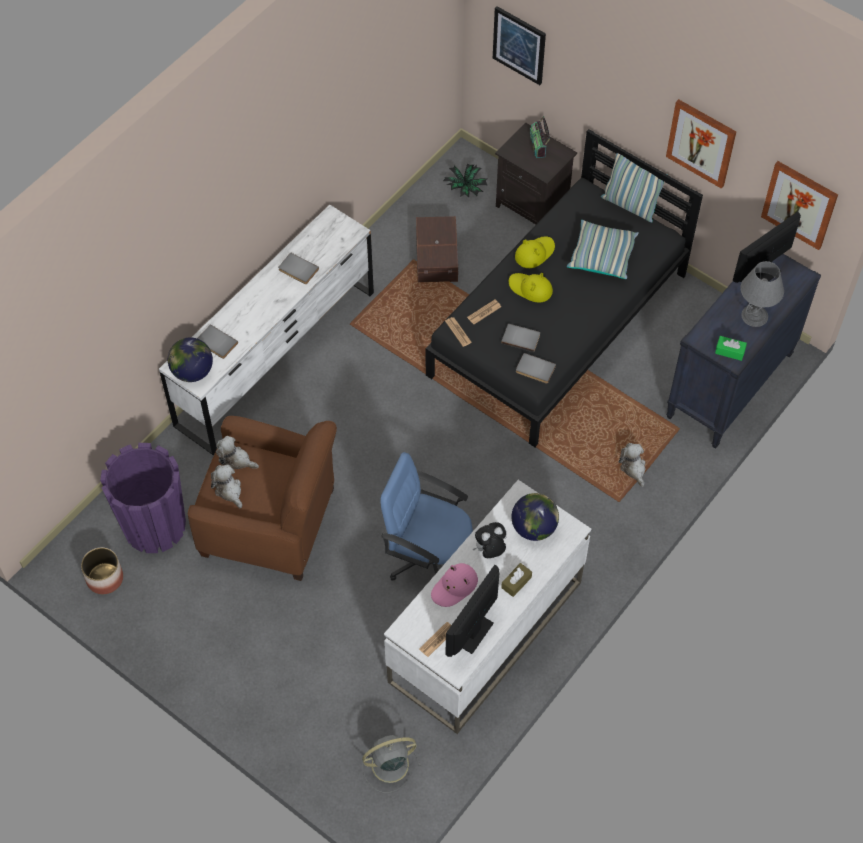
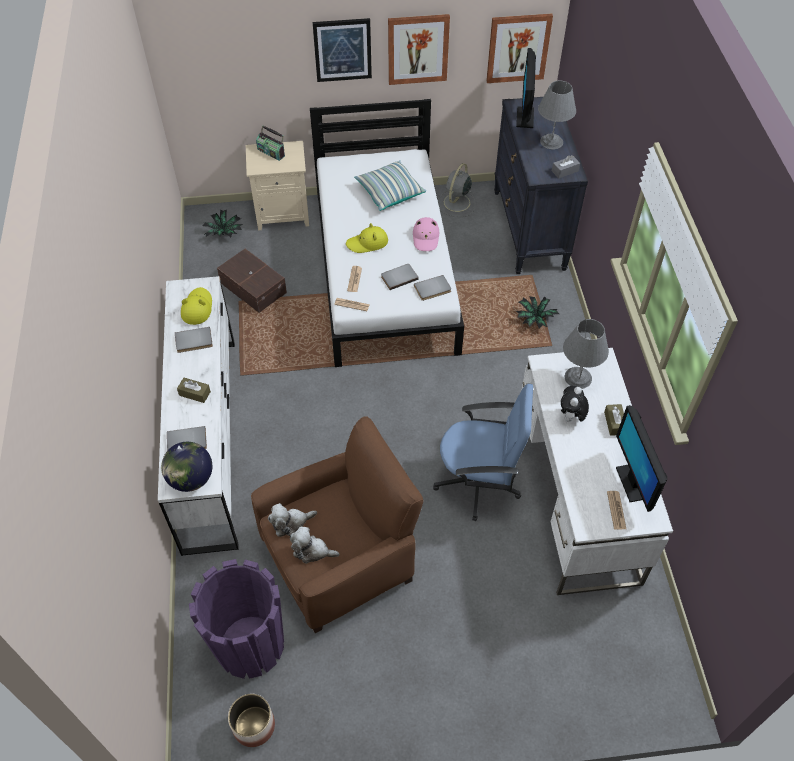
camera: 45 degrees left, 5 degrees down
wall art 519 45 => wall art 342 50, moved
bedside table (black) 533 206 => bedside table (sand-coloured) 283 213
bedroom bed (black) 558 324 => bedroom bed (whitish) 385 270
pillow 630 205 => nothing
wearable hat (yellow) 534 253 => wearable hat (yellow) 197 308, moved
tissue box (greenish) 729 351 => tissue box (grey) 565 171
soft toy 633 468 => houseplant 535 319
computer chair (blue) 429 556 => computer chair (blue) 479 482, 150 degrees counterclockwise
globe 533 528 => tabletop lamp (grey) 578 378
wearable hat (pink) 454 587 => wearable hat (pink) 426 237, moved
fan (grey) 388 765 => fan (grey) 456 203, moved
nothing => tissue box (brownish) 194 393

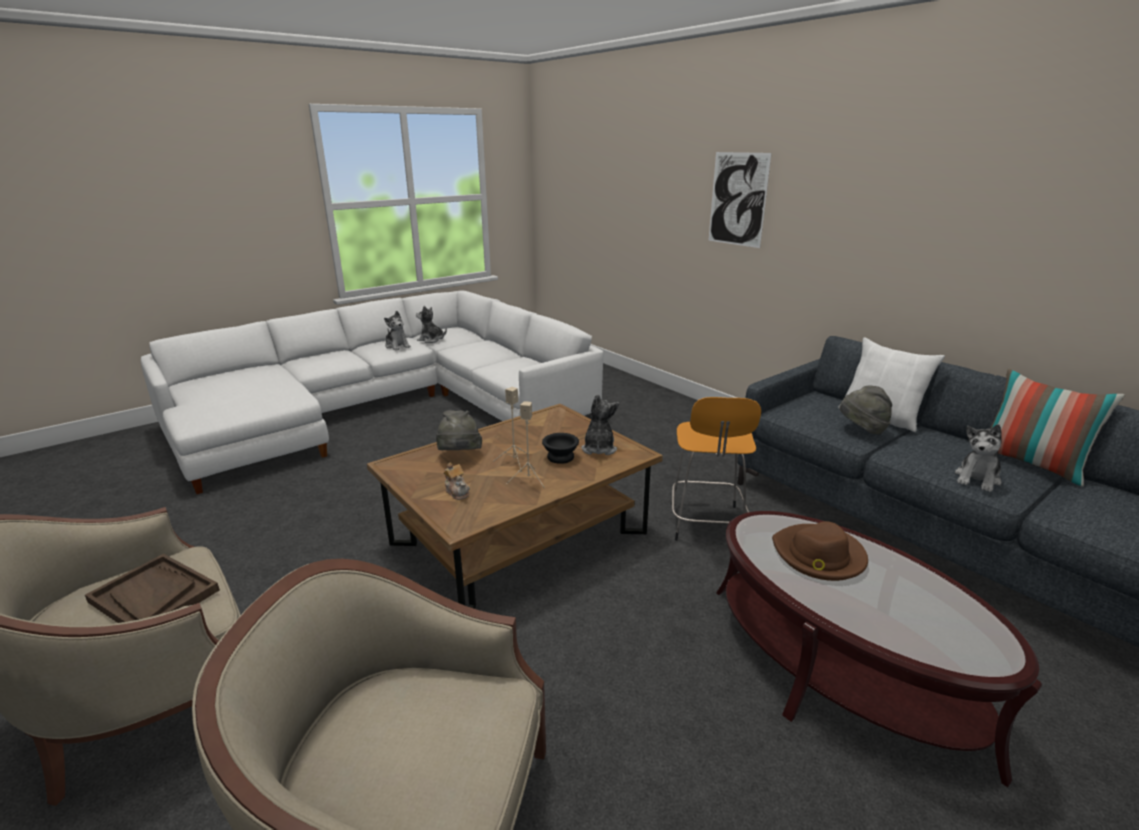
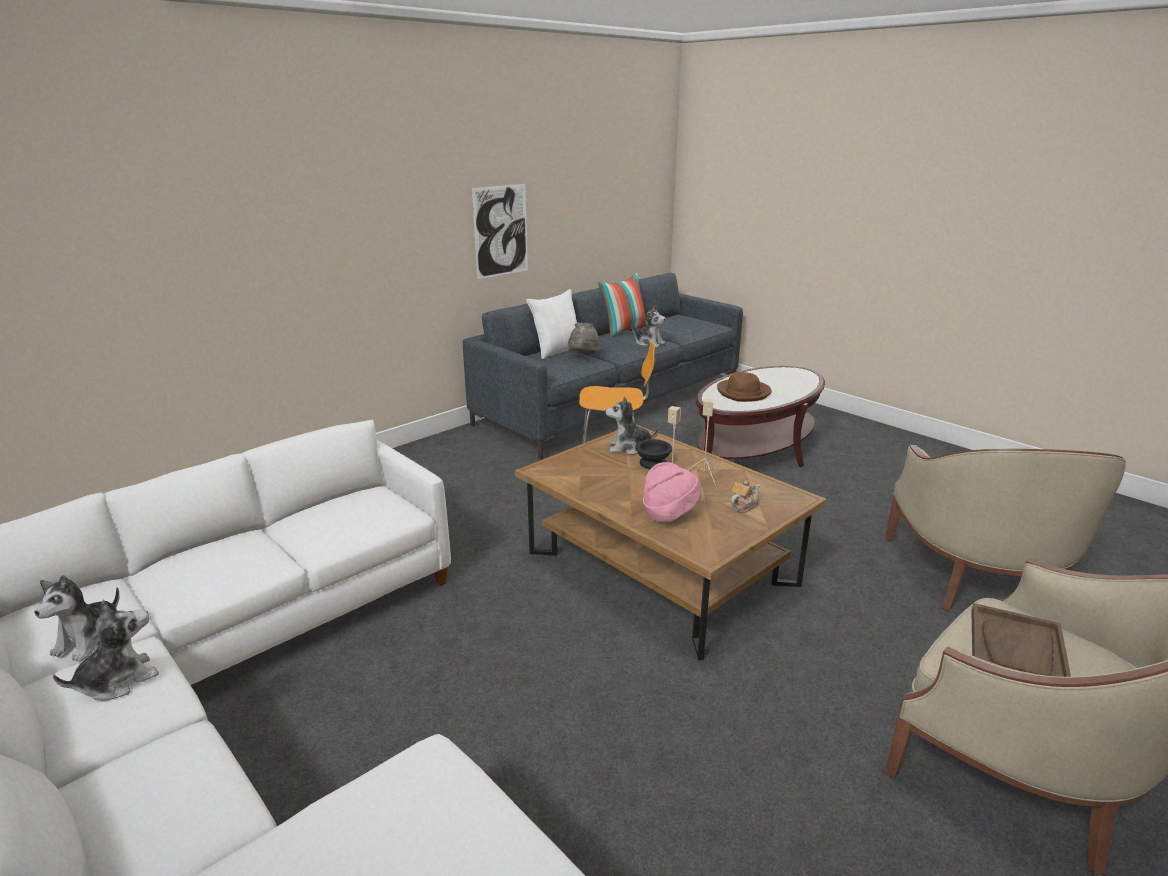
camera: 95 degrees left, 0 degrees up
wall art 738 199 => wall art 501 231, moved
wearable hat (grey) 459 456 => wearable hat (pink) 670 515

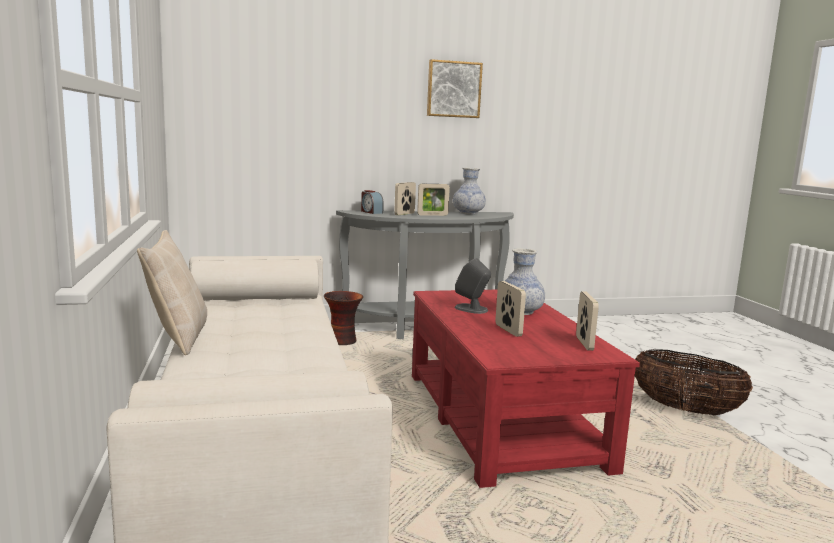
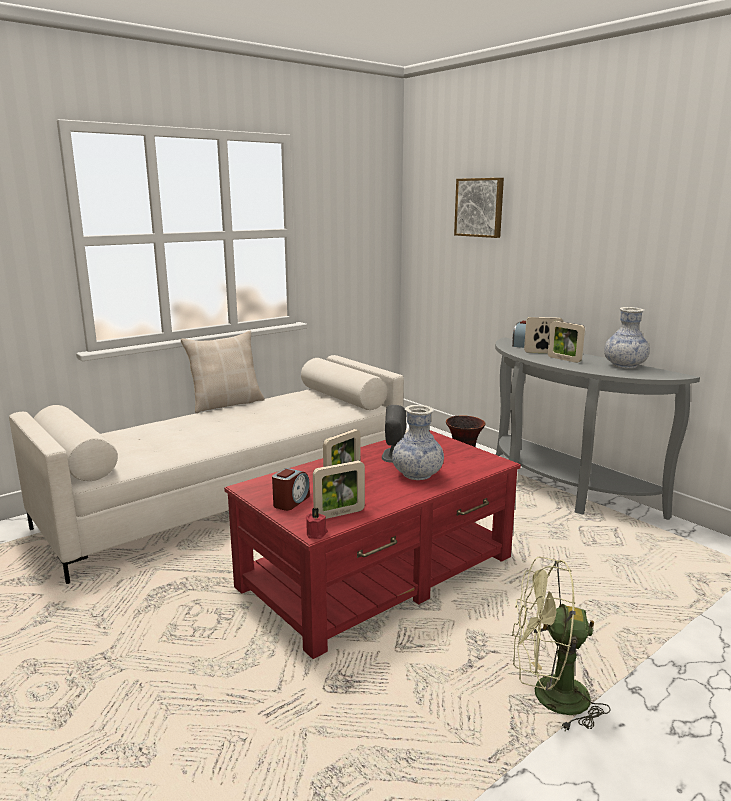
camera: 65 degrees right, 5 degrees up
wall art 453 89 => wall art 480 207, moved
household basket 685 410 => fan (greenish) 548 697
nothing => bedside clock 291 501
nothing => candle (red-coloured) 317 534

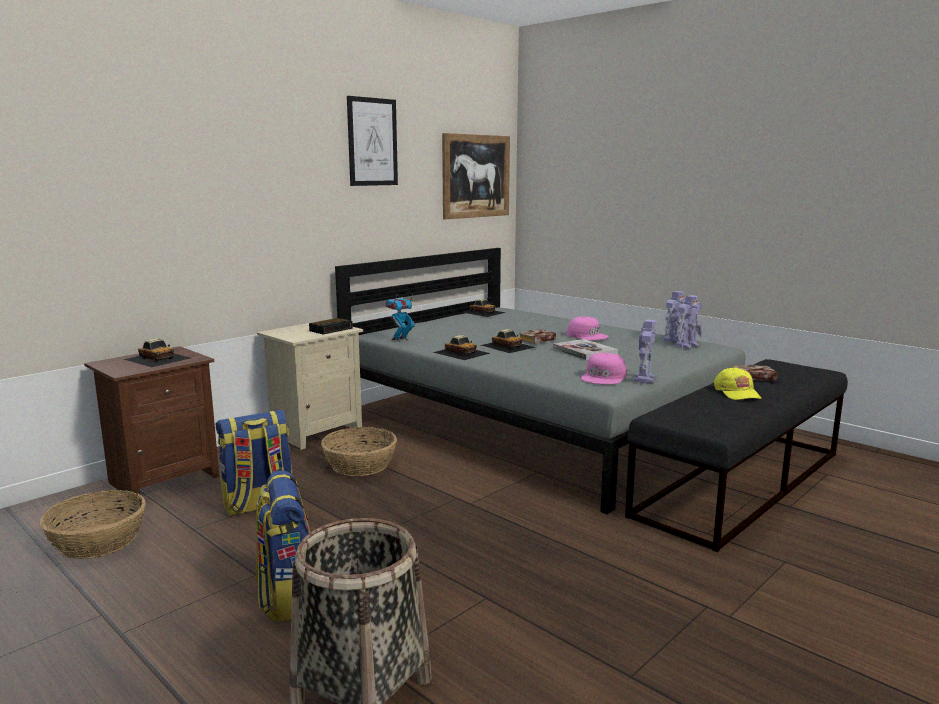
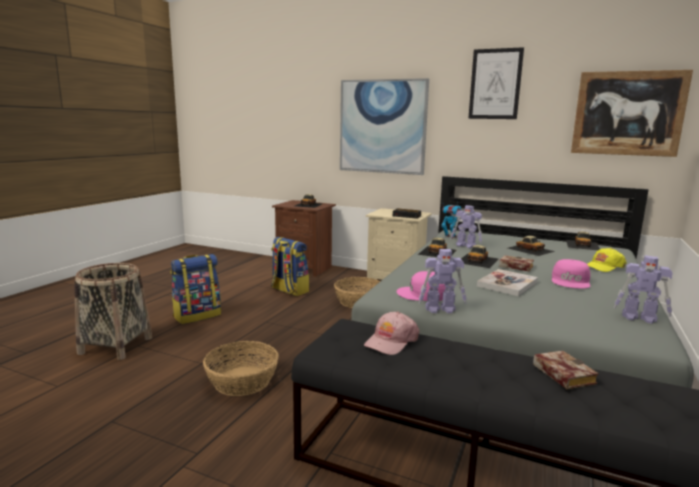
camera: 70 degrees right, 0 degrees up
toy robot 687 345 => toy robot 466 246, moved
peaked cap (yellow) 737 393 => peaked cap (yellow) 603 266, moved
household basket 98 540 => household basket 243 381, moved
nothing => wall art 382 127
nothing => miniature car 530 249
nothing => peaked cap (pink) 391 341

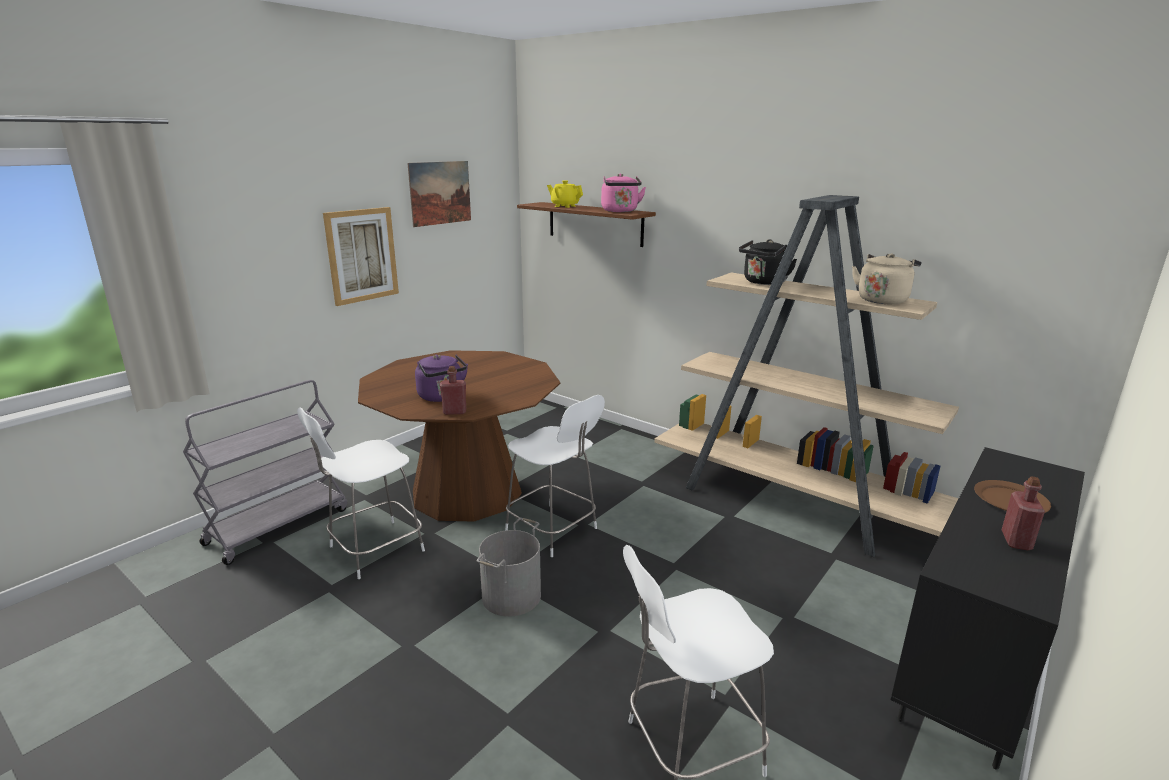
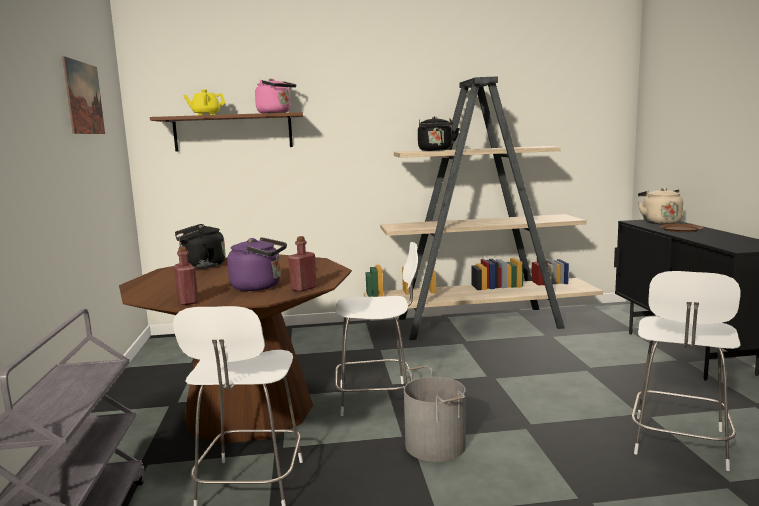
camera: 45 degrees left, 10 degrees down
wall art 362 255 => nothing
kettle (sand-coloured) 882 300 => kettle (sand-coloured) 659 222, moved
drink bottle (red-coloured) 1016 541 => drink bottle (red-coloured) 187 301, moved
nothing => kettle (black) 200 266

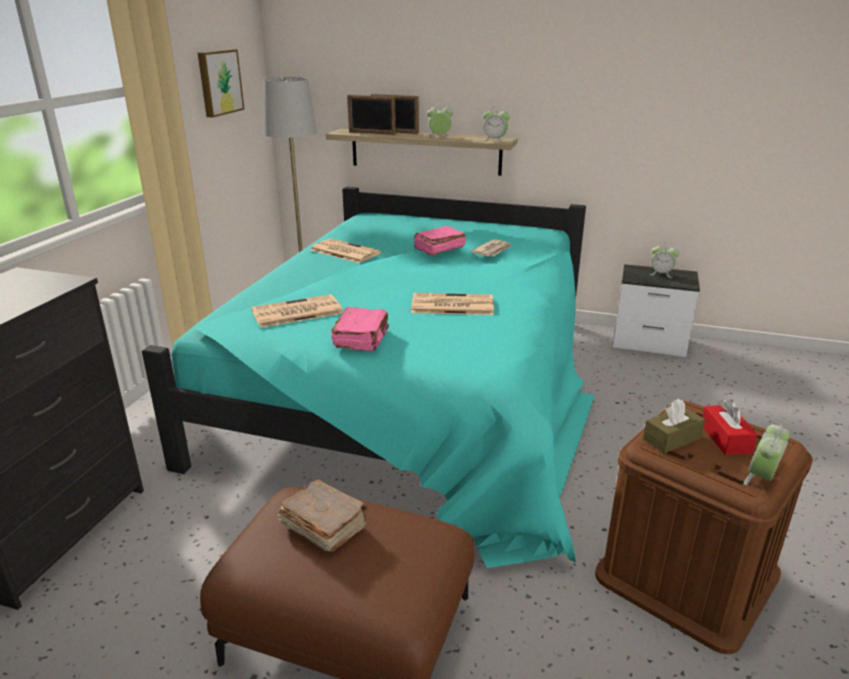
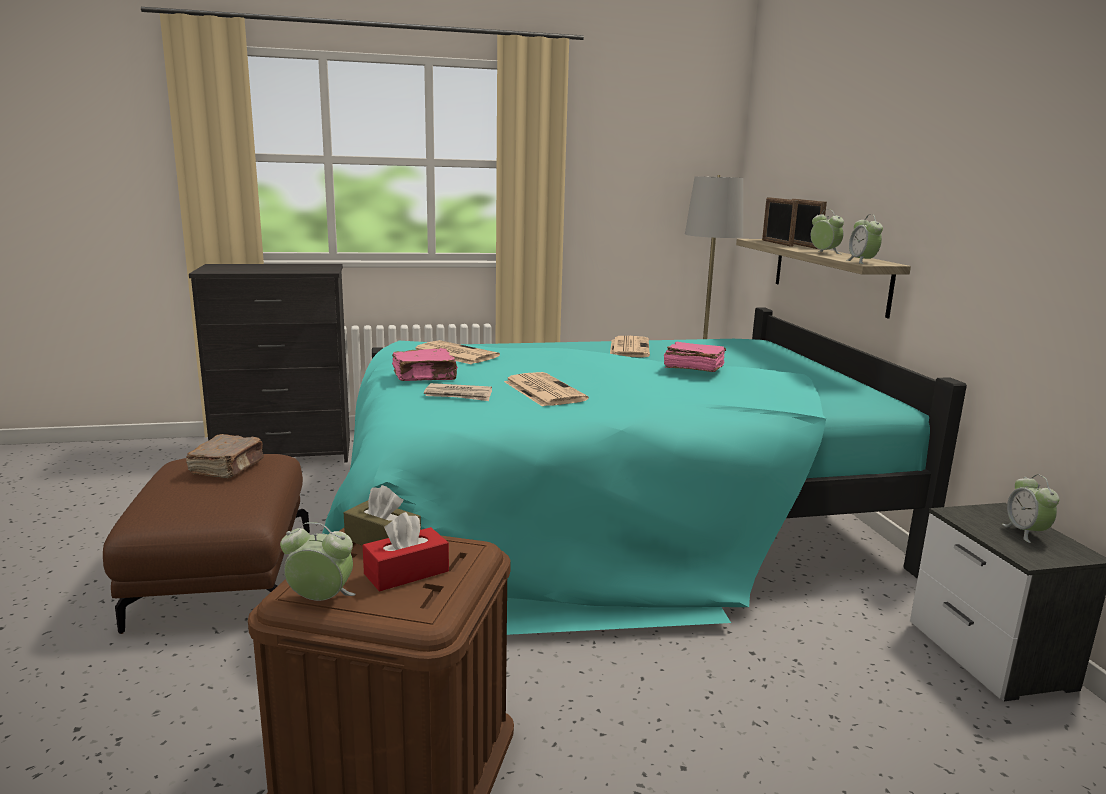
camera: 60 degrees right, 10 degrees down
wall art 219 82 => nothing
newspaper 492 250 => newspaper 459 395, moved

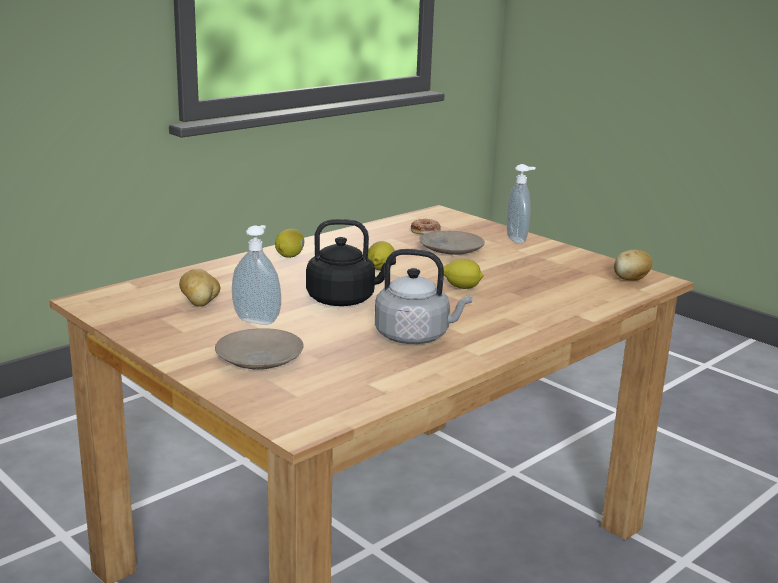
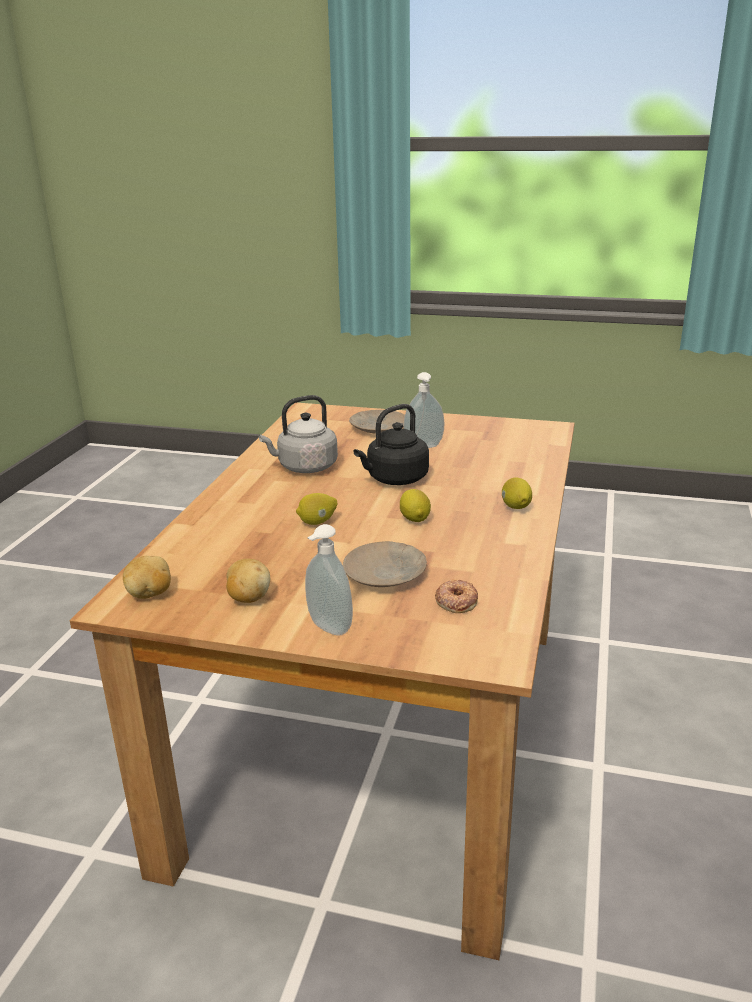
camera: 150 degrees right, 5 degrees up
spud 200 304 => spud 248 598, moved

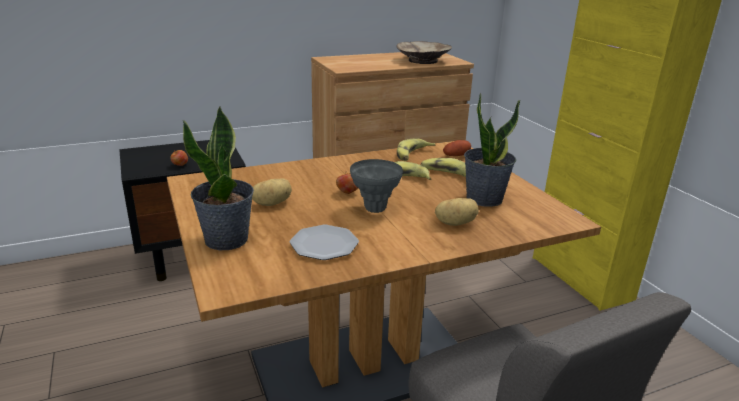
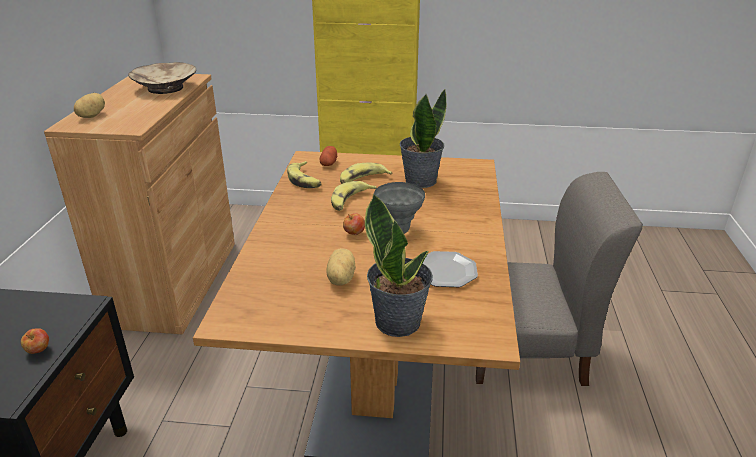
camera: 60 degrees left, 5 degrees up
spud 455 223 => spud 91 116, moved

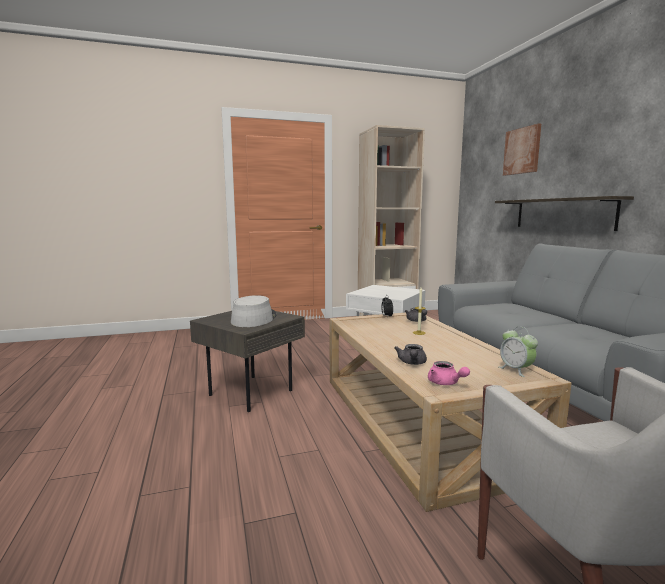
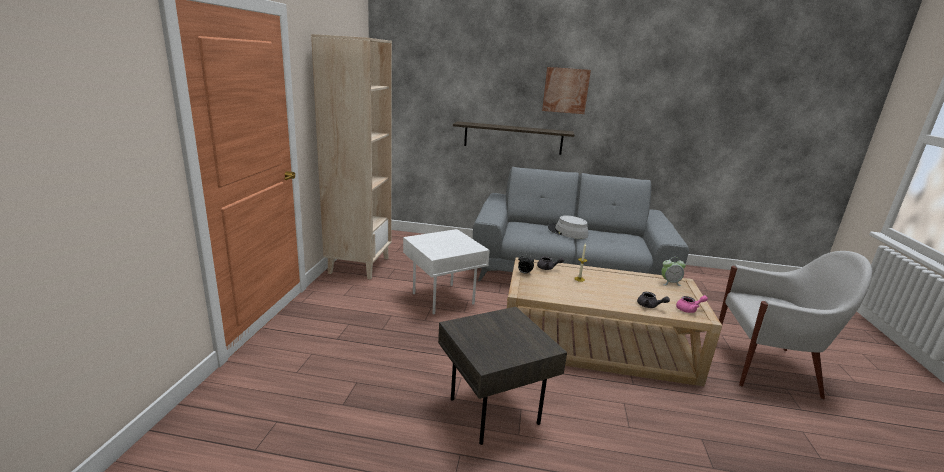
camera: 65 degrees left, 10 degrees up
wall art 522 151 => wall art 565 90, moved
wearable hat (grey) 254 319 => wearable hat (grey) 567 232, moved

